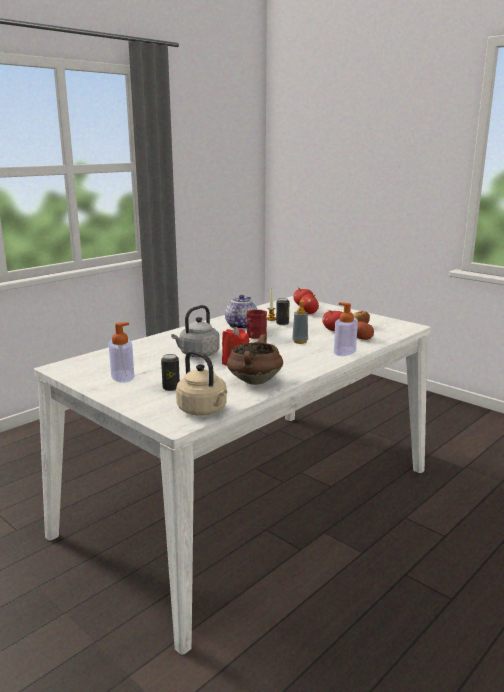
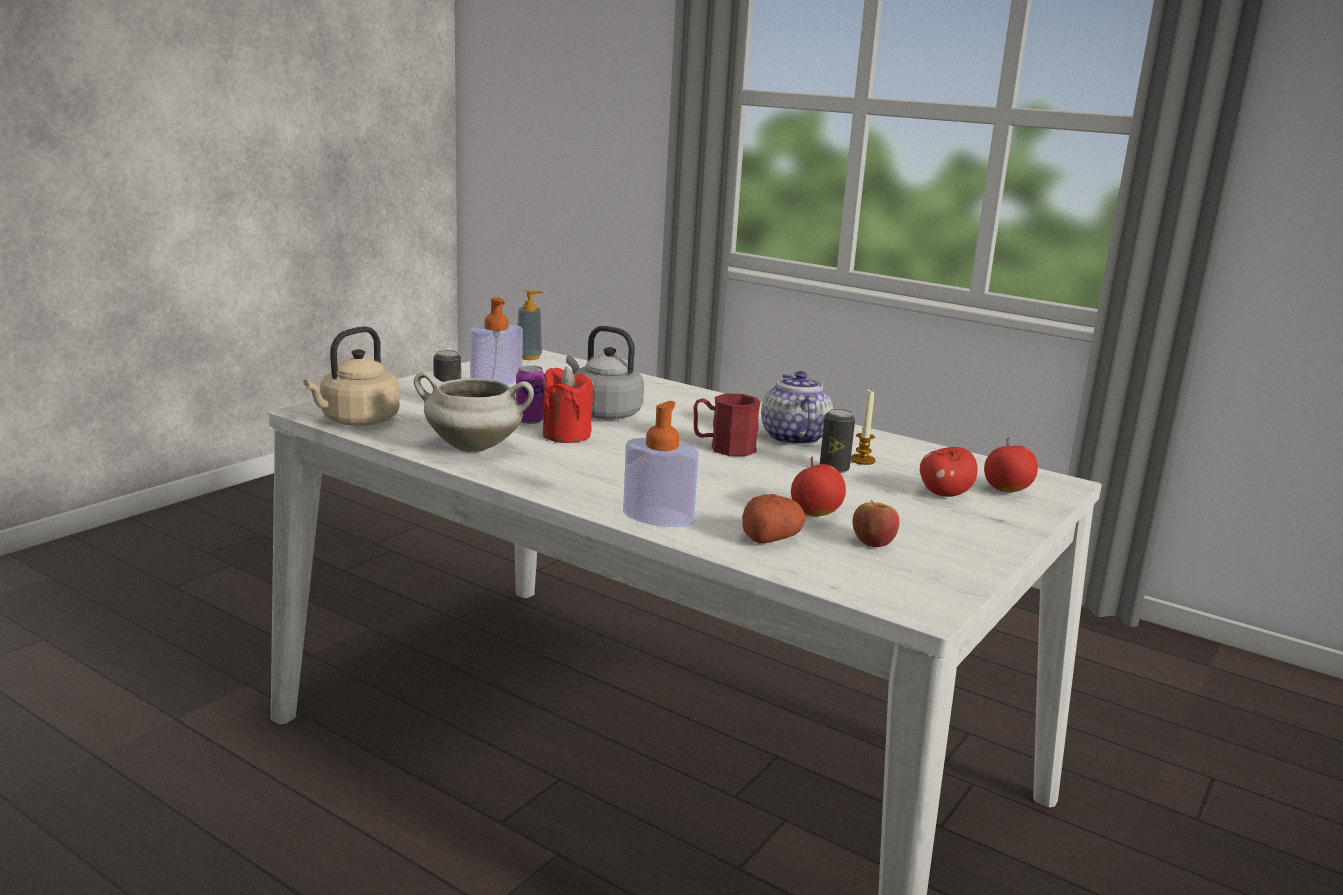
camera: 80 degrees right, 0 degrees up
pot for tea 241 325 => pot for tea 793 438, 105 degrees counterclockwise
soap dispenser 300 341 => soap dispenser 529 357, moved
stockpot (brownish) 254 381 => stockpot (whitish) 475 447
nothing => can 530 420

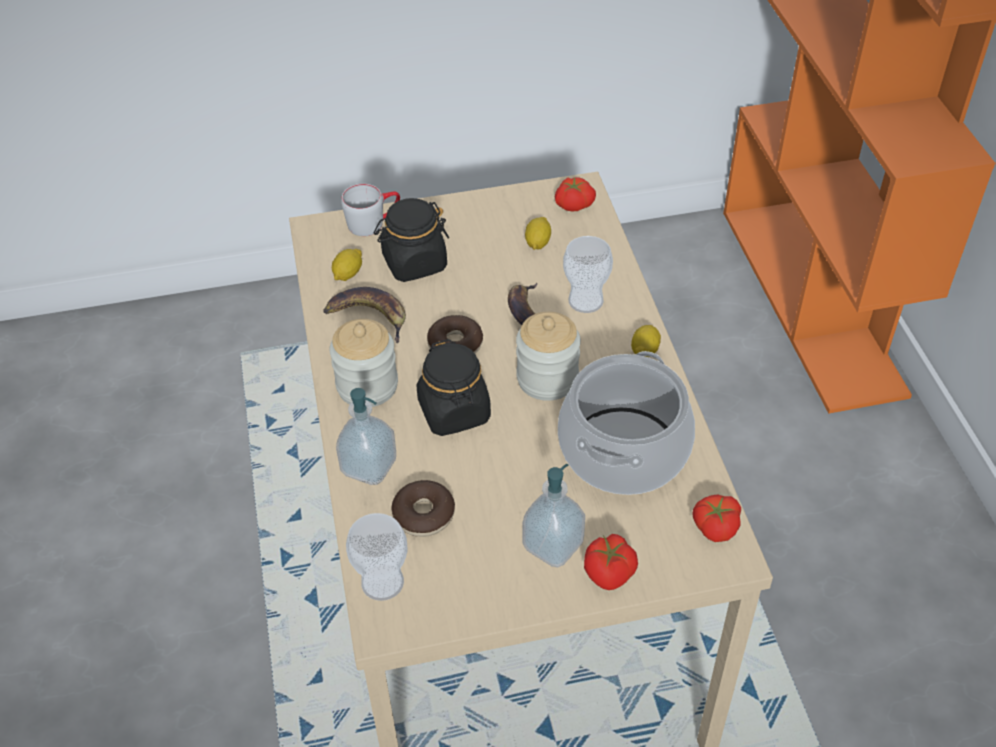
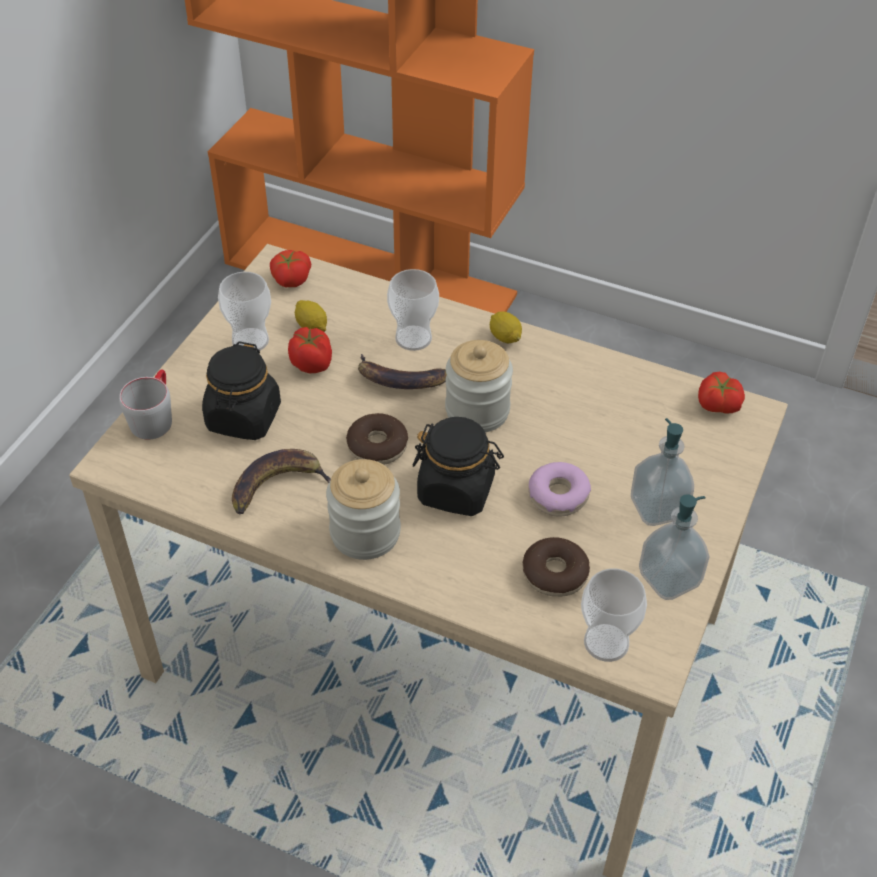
camera: 55 degrees left, 0 degrees up
citrus fruit 348 274 => nothing
stockpot 624 451 => nothing
soap dispenser 369 466 => soap dispenser 669 578, moved
whole tomato 610 573 => whole tomato 312 364, moved
nothing => drinking cup 250 340
nothing => donut 558 495

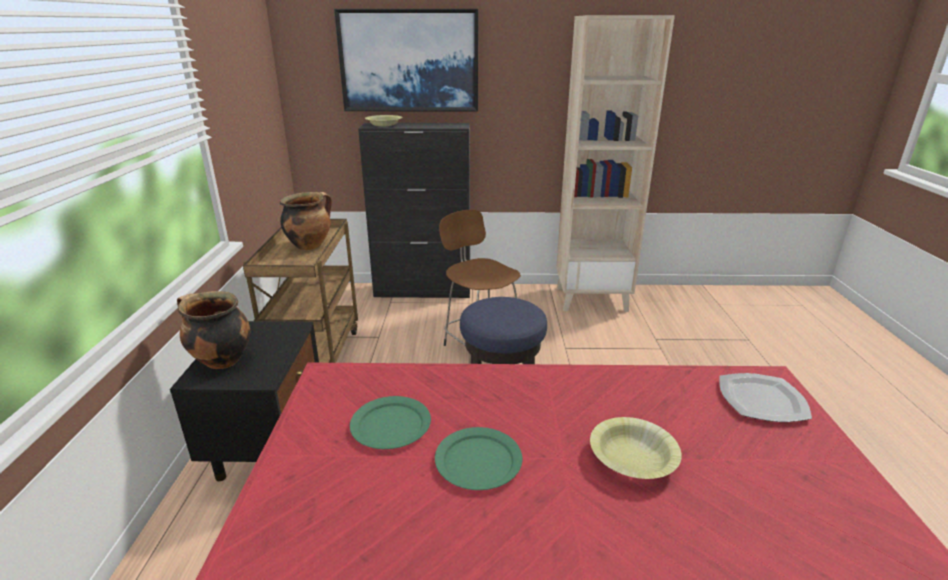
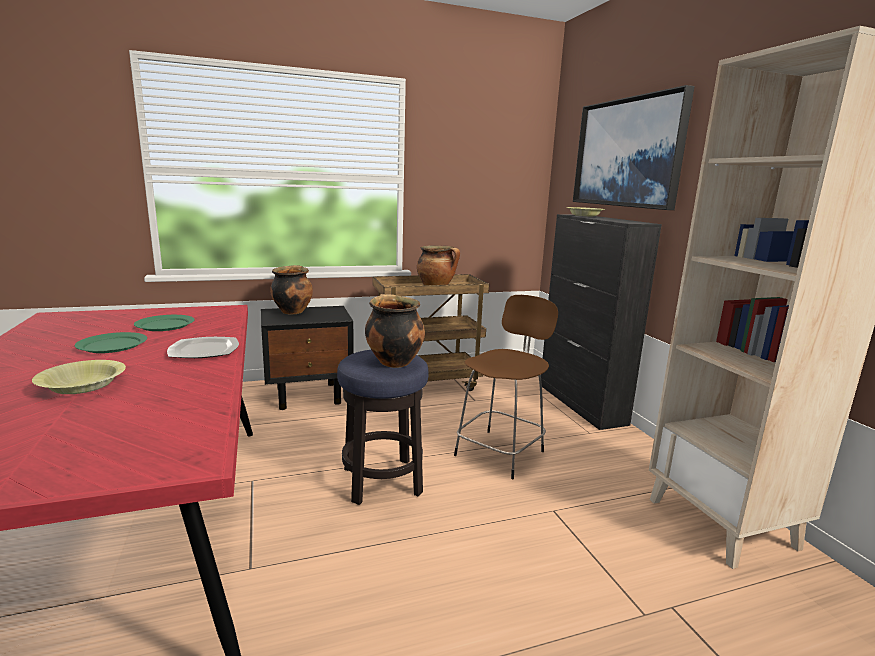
camera: 70 degrees right, 10 degrees down
dinner plate 760 399 => dinner plate 205 350, moved
nothing => stockpot 393 362

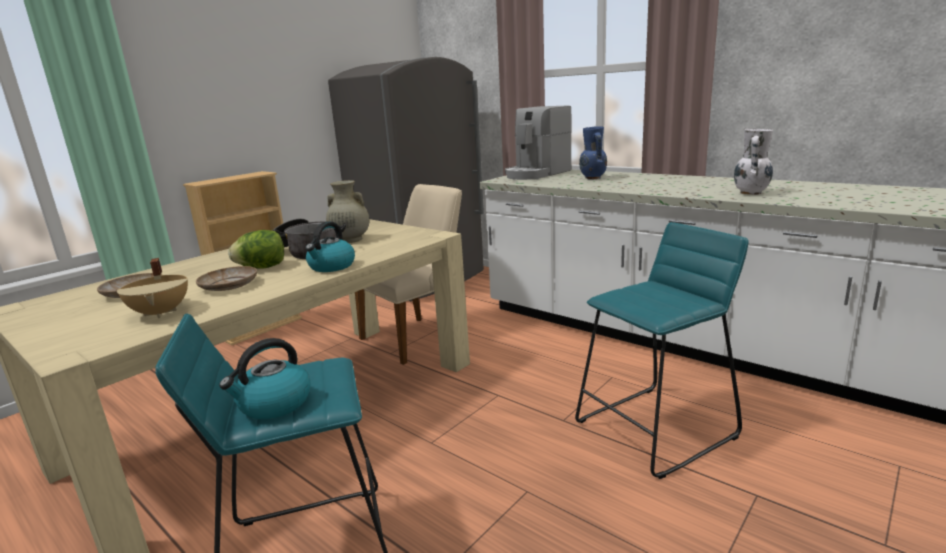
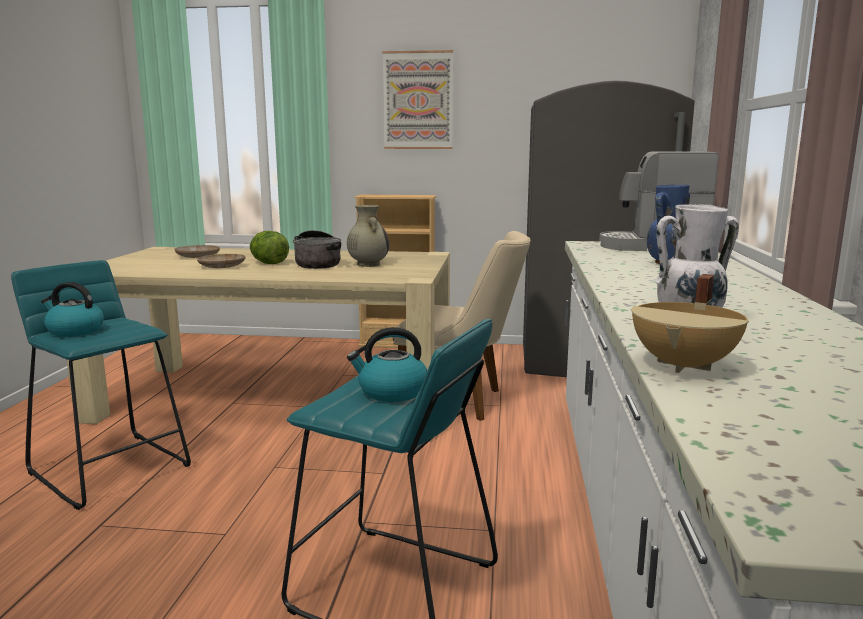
camera: 55 degrees right, 5 degrees down
kettle 331 266 => kettle 391 392, moved
stockpot (sand-coloured) 162 312 => stockpot (sand-coloured) 685 366, moved
nothing => wall art 418 100

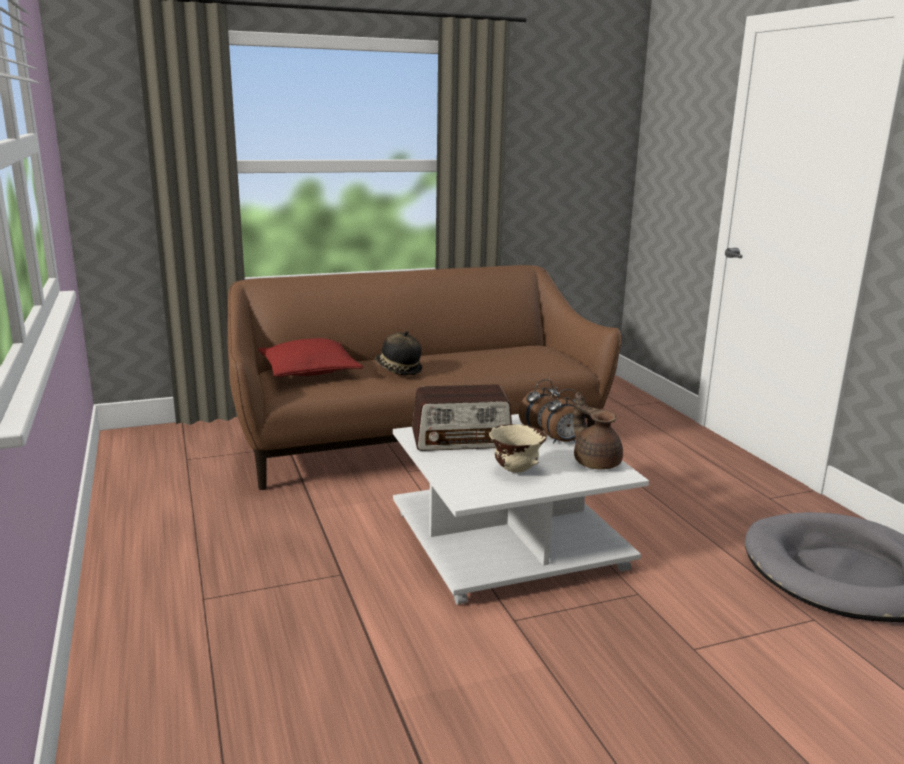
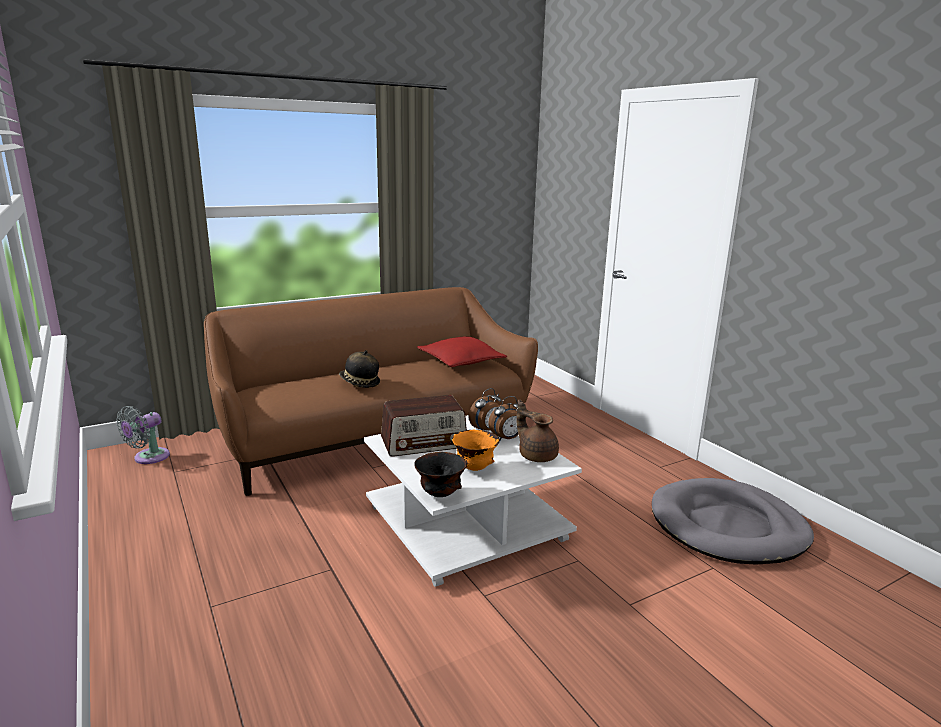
camera: 10 degrees left, 0 degrees up
pillow (red-coloured) 309 371 => pillow (red-coloured) 461 361, moved
bowl (sand-coloured) 516 470 => bowl (orangey) 474 468
nothing => fan (grey) 148 458
nothing => bowl (black) 439 494

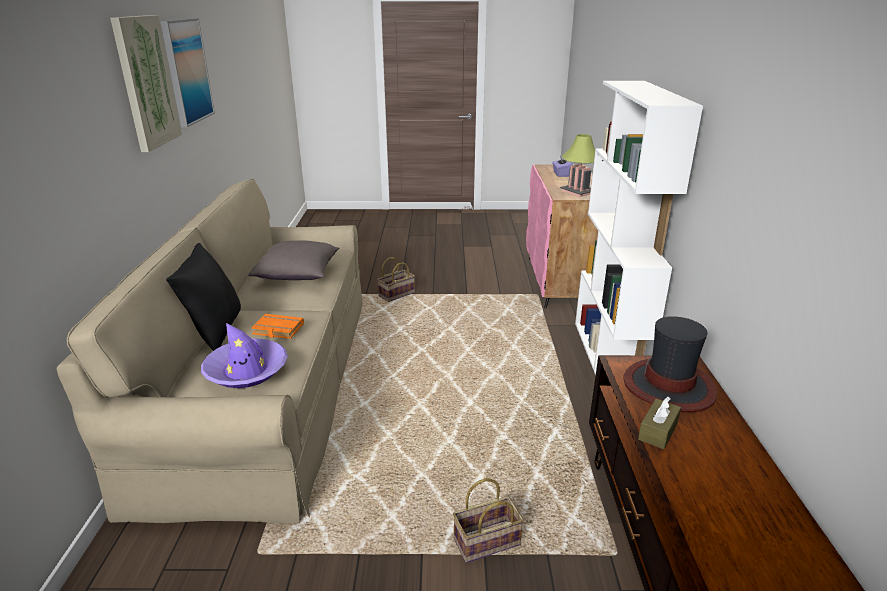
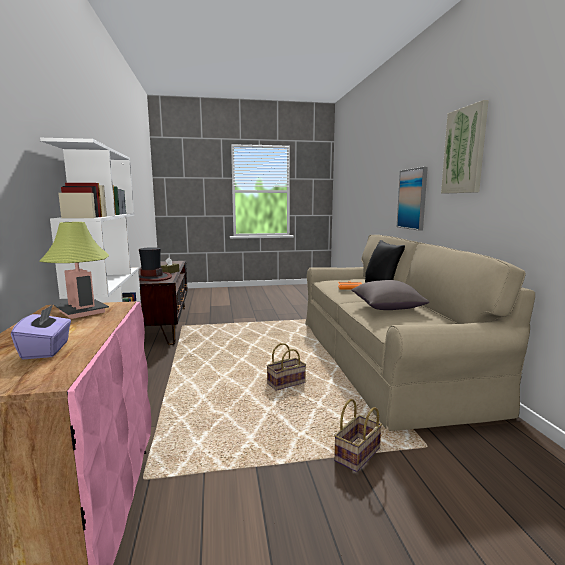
camera: 170 degrees right, 15 degrees down
wall art 187 71 => wall art 412 199, moved
wearable hat (purple-coloured) 246 370 => nothing
household basket 485 543 => household basket 286 383, moved

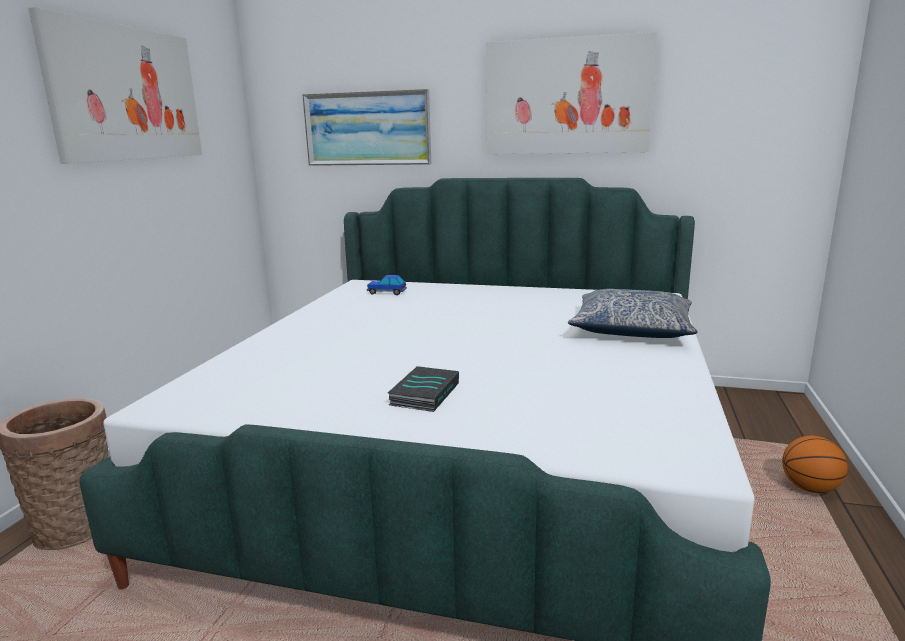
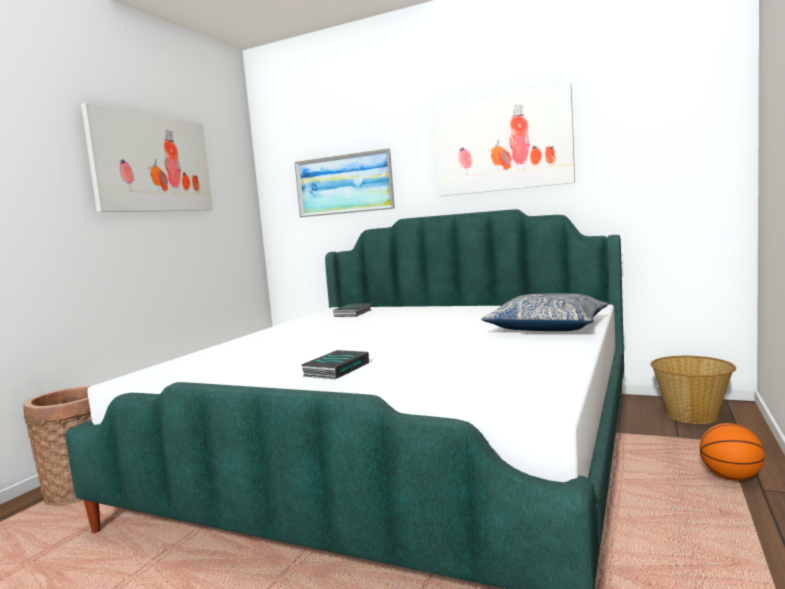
camera: 10 degrees right, 10 degrees down
miniature car 387 293 => volume 353 313
nothing => household basket 692 416

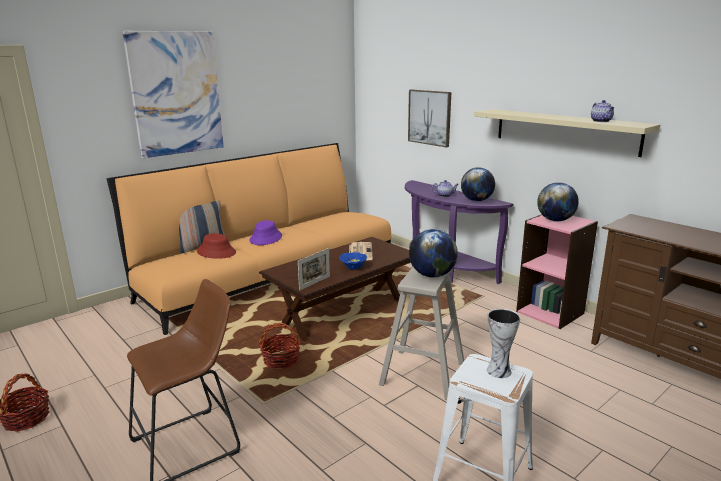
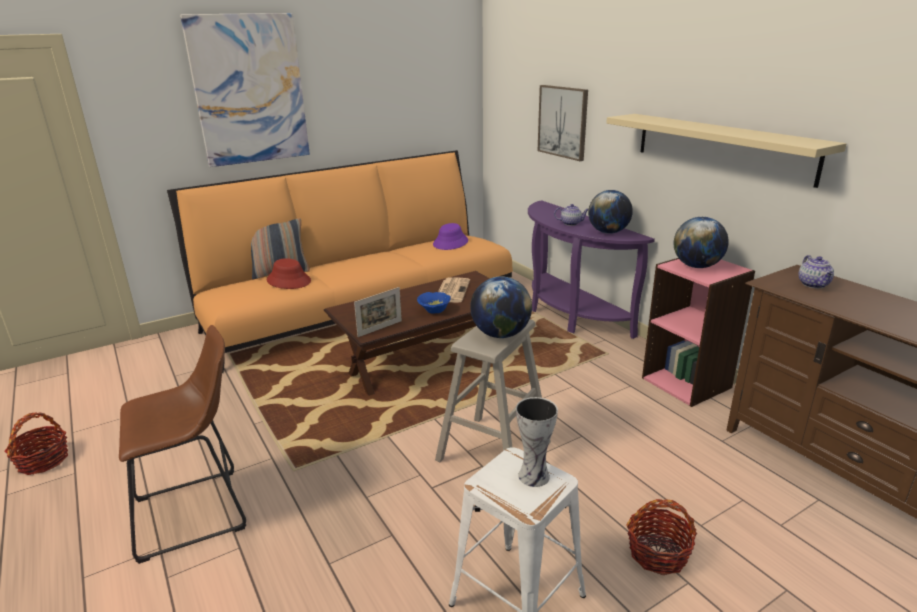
camera: 10 degrees right, 5 degrees up
pot for tea 601 121 => pot for tea 814 285, moved
wearable hat (purple-coloured) 266 238 => wearable hat (purple-coloured) 450 243, moved
household basket 281 360 => household basket 658 553, moved

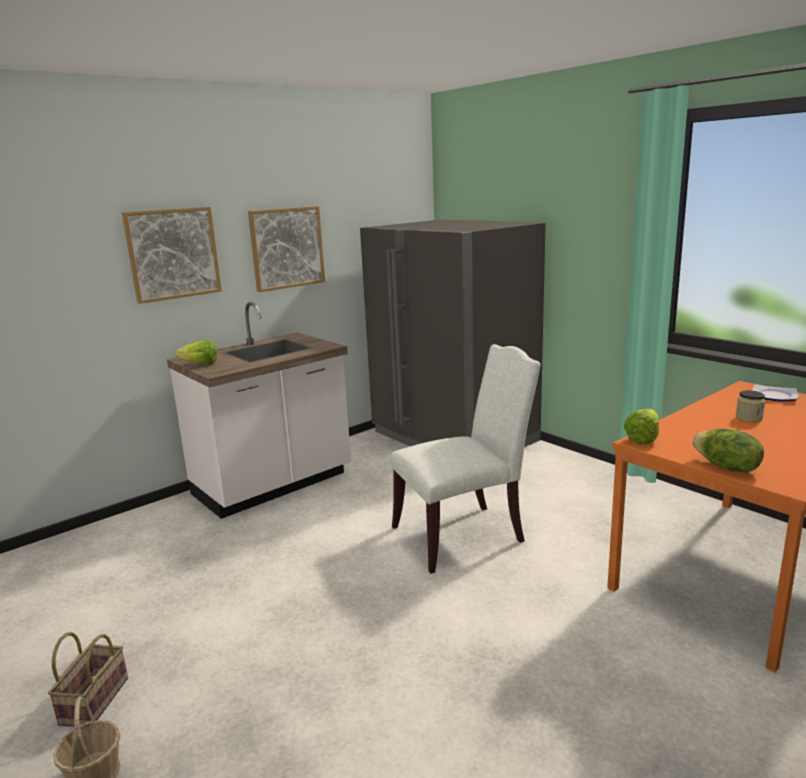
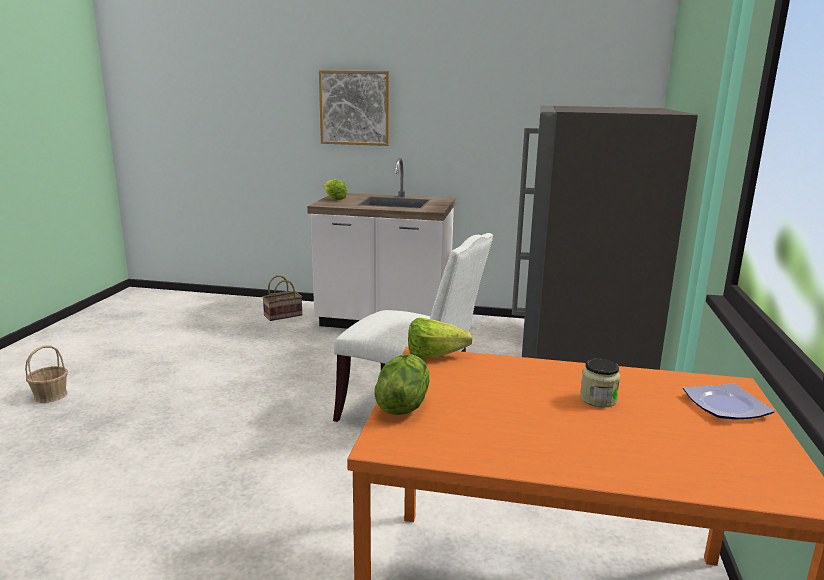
camera: 50 degrees right, 0 degrees up
wall art 287 248 => nothing
household basket 94 699 => household basket 283 315, moved

